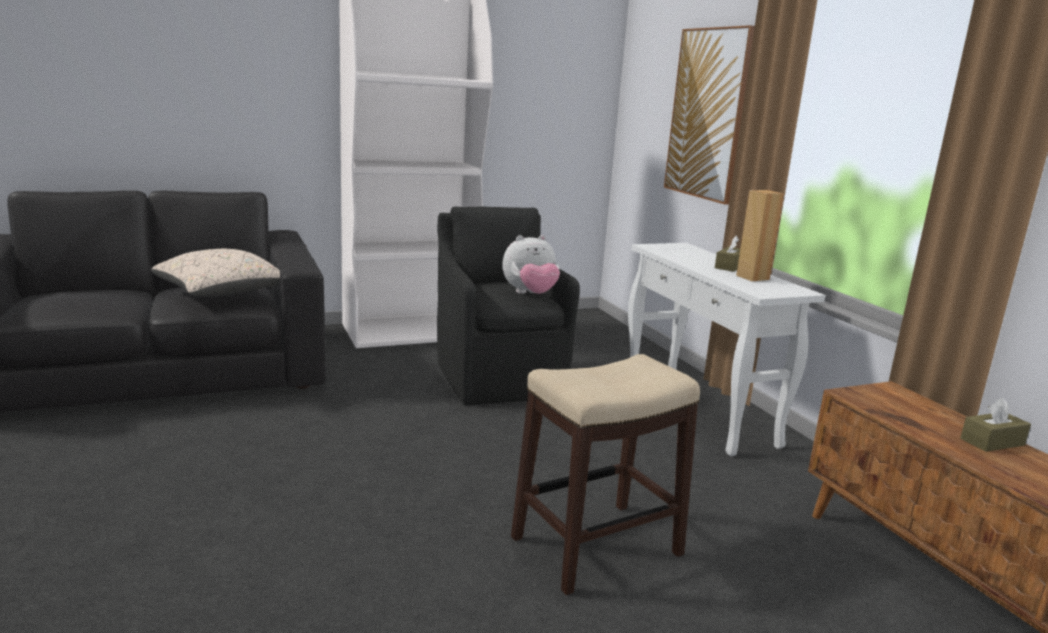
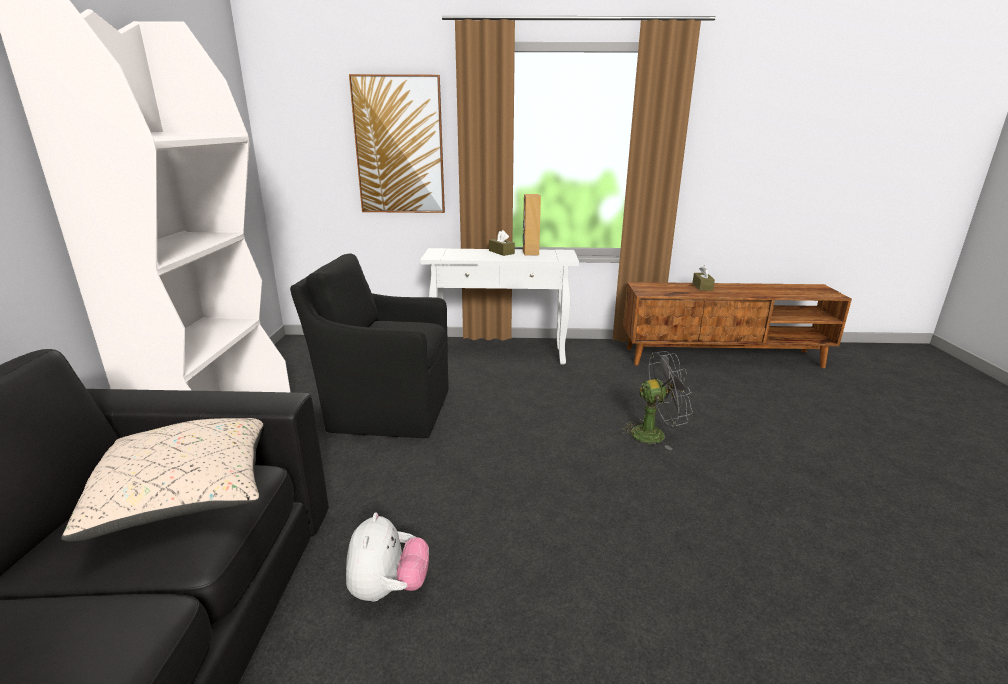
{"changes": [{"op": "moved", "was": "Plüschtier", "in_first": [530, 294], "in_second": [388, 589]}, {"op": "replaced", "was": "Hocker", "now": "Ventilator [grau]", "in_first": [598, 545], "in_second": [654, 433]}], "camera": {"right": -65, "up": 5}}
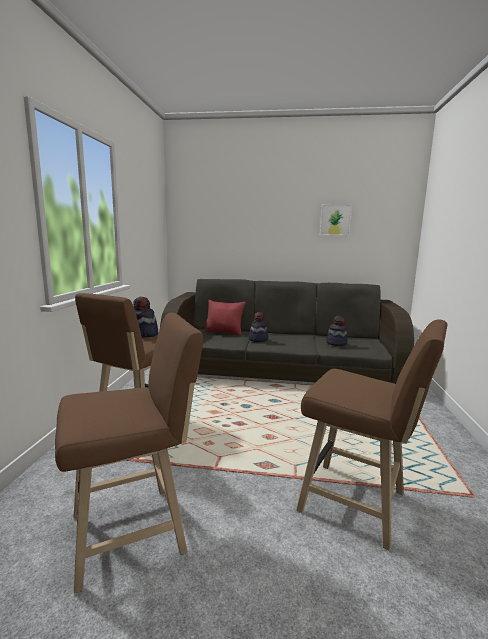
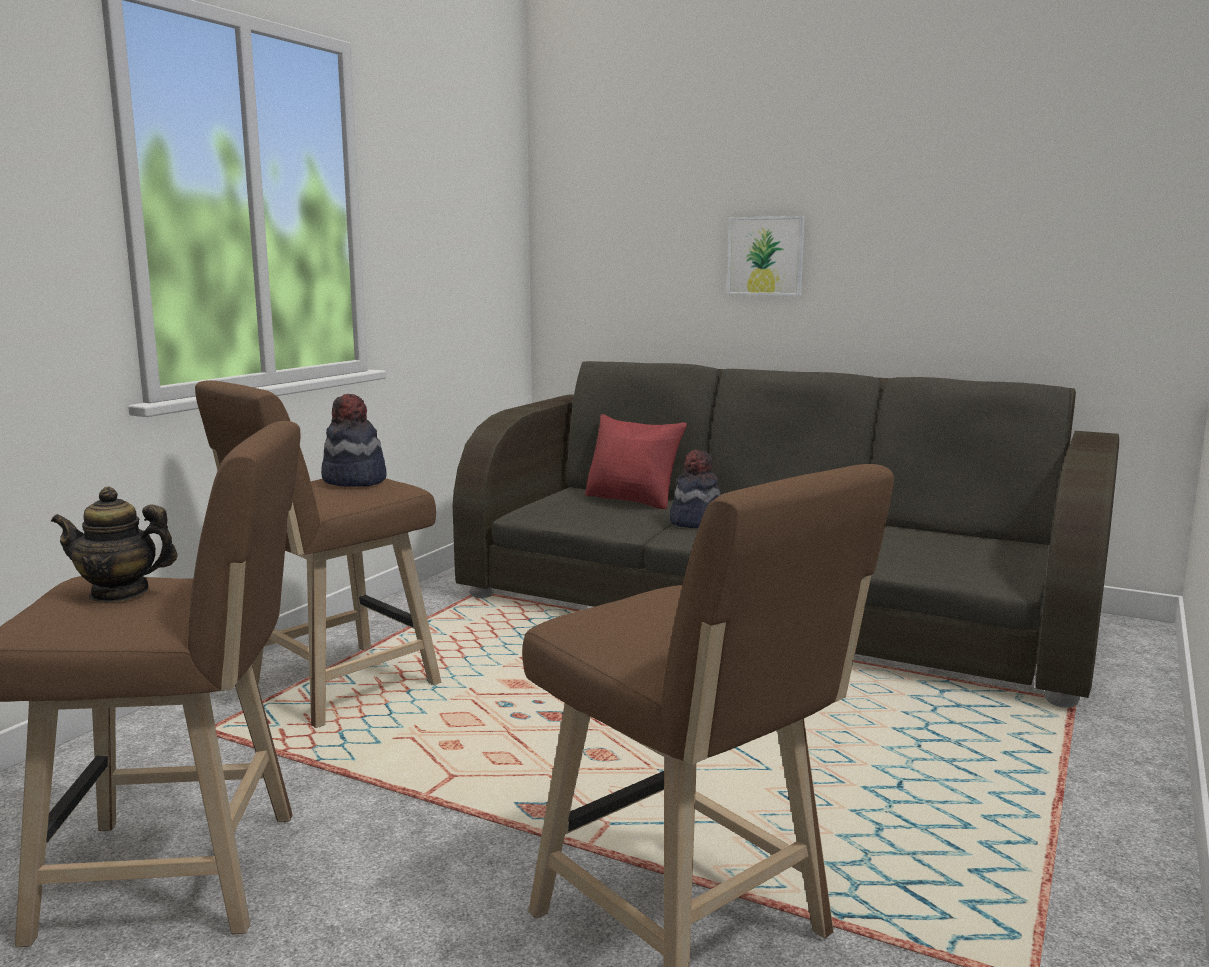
{"changes": [{"op": "added", "now": "Teekanne", "in_second": [119, 593]}, {"op": "moved", "was": "Bild", "in_first": [335, 220], "in_second": [765, 256]}, {"op": "removed", "was": "Hut", "in_first": [336, 343]}], "camera": {"right": 20, "up": 0}}
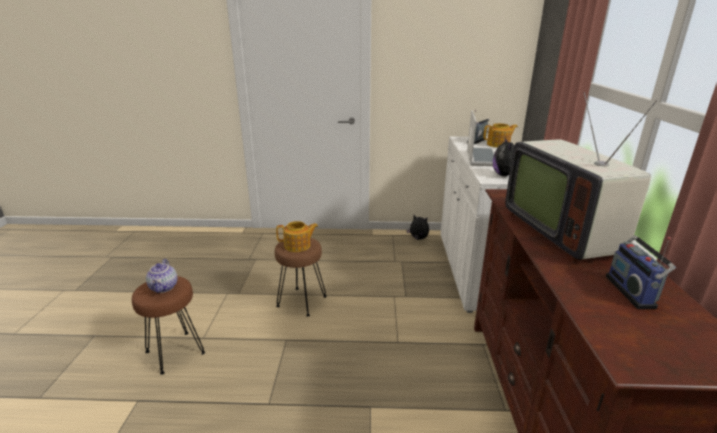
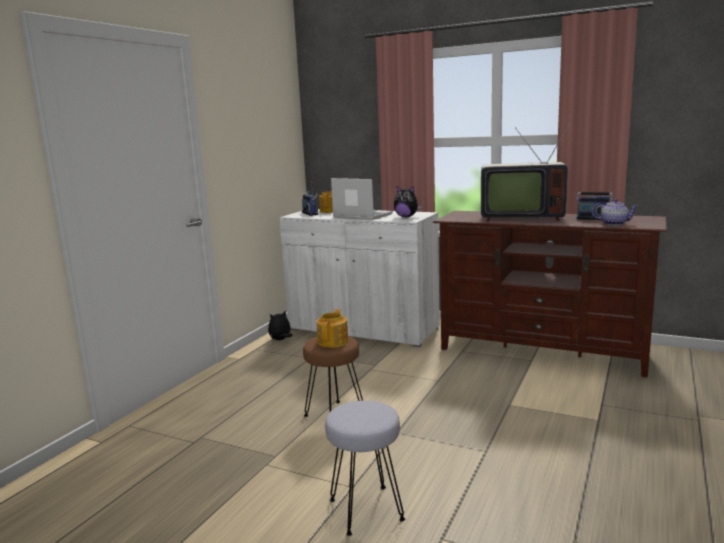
{"changes": [{"op": "recoloured", "was": "Hocker [braun]", "now": "Hocker [grau]", "in_first": [176, 352], "in_second": [366, 509]}, {"op": "moved", "was": "Teekanne", "in_first": [164, 287], "in_second": [614, 223]}], "camera": {"right": -65, "up": -10}}
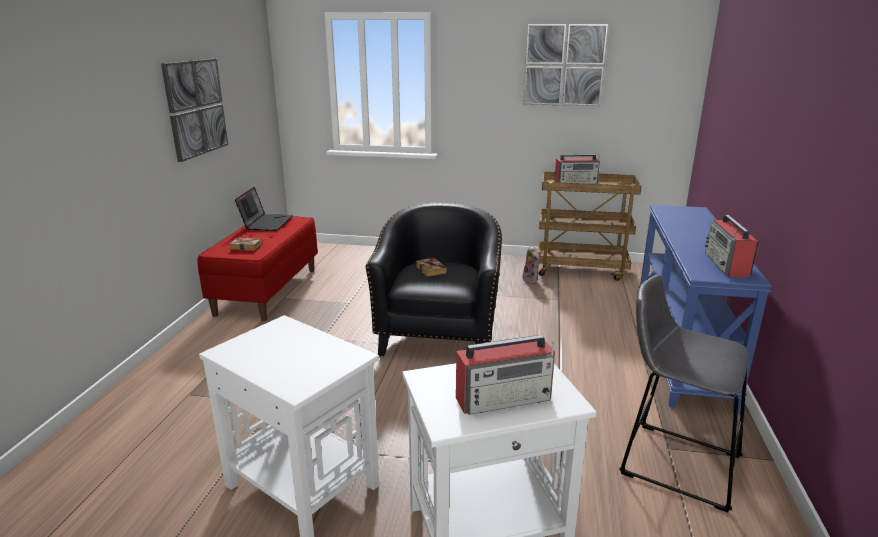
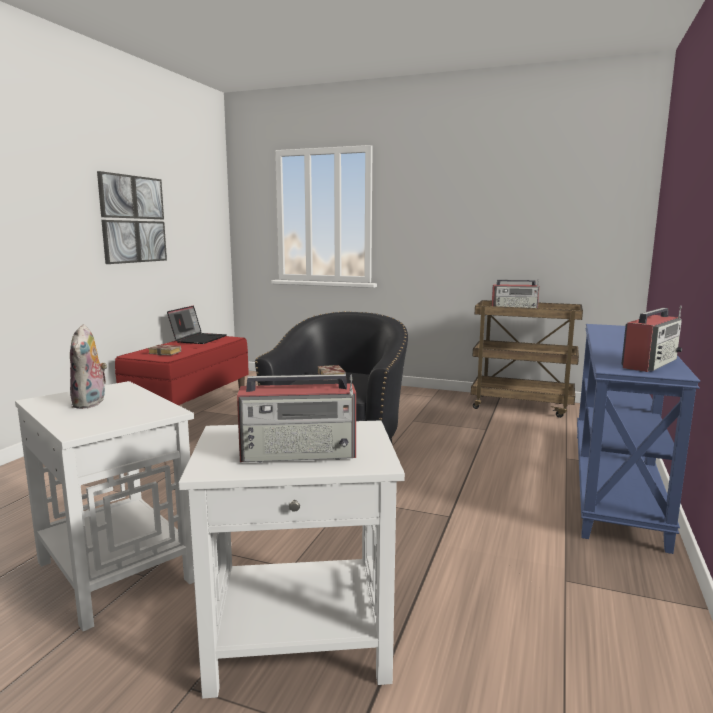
{"changes": [{"op": "moved", "was": "Plüschtier", "in_first": [531, 280], "in_second": [91, 403]}, {"op": "turned", "was": "Radio", "in_first": [727, 265], "in_second": [650, 363], "clockwise": -150}, {"op": "removed", "was": "Bild", "in_first": [564, 65]}, {"op": "removed", "was": "Hocker [grau]", "in_first": [673, 462]}], "camera": {"right": 10, "up": -10}}
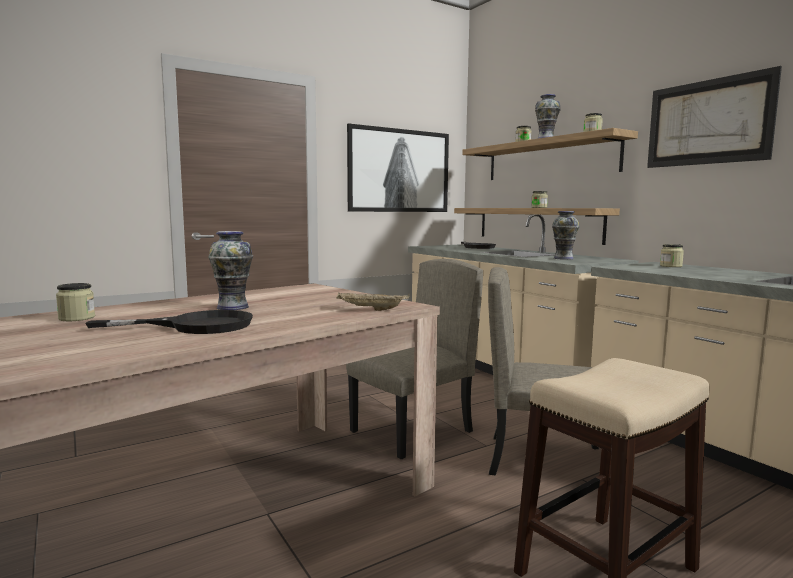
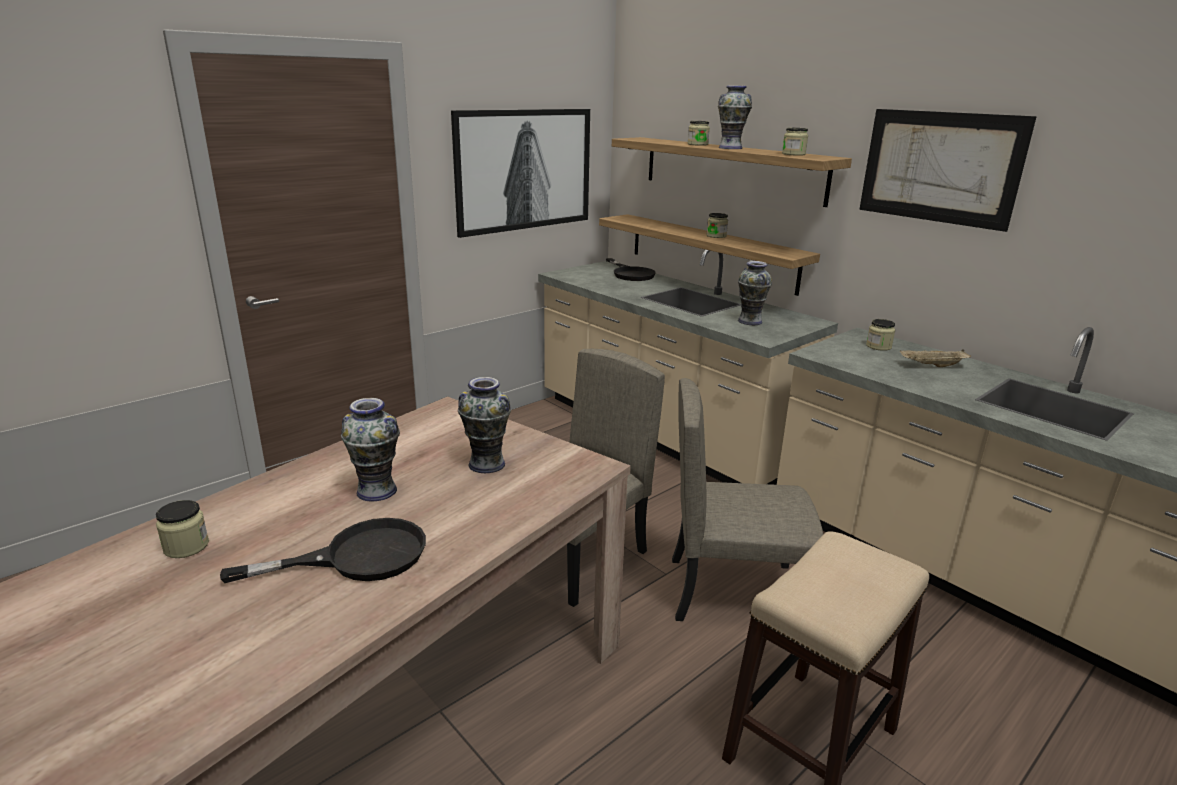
{"changes": [{"op": "added", "now": "Vase", "in_second": [486, 464]}, {"op": "moved", "was": "Tablett [beige]", "in_first": [371, 310], "in_second": [932, 366]}], "camera": {"right": -10, "up": 15}}
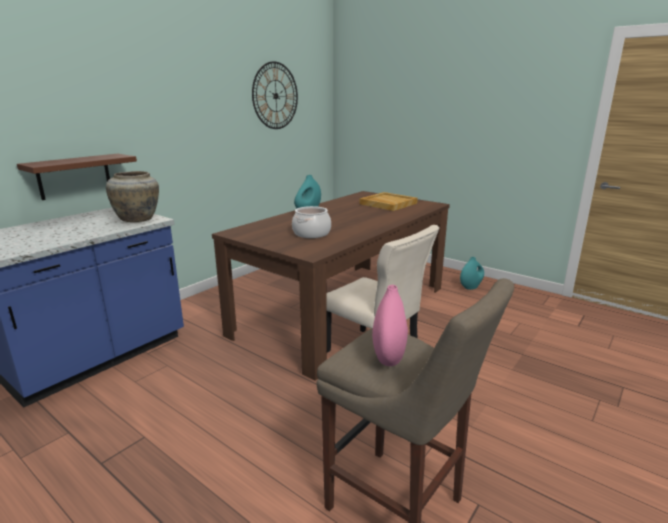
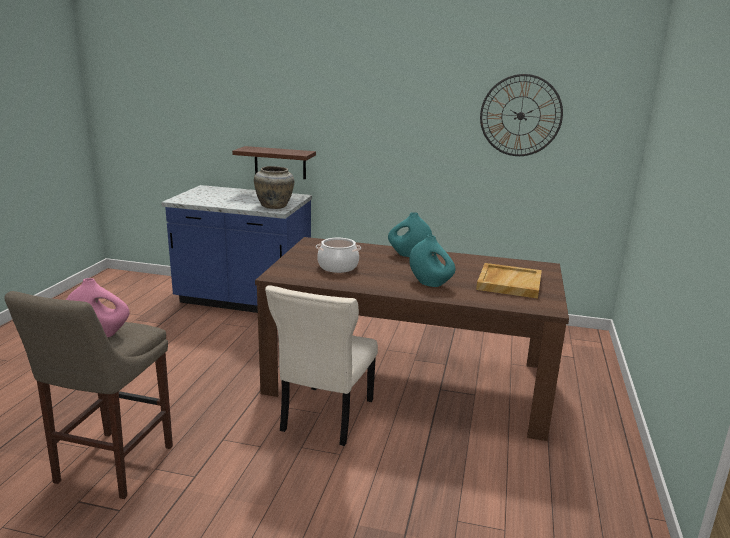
{"changes": [{"op": "moved", "was": "Vase [türkis]", "in_first": [470, 287], "in_second": [430, 283]}], "camera": {"right": 65, "up": 0}}
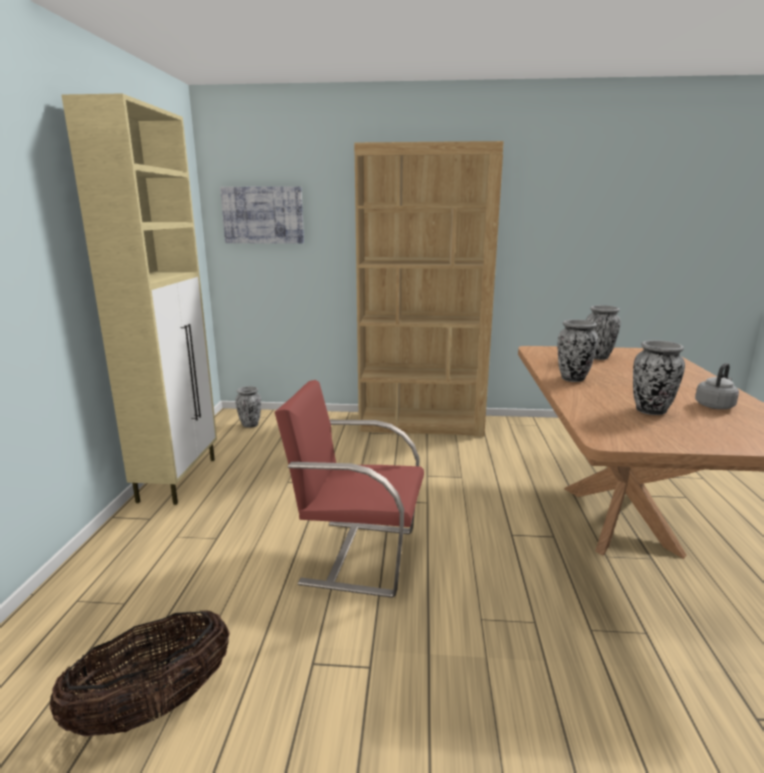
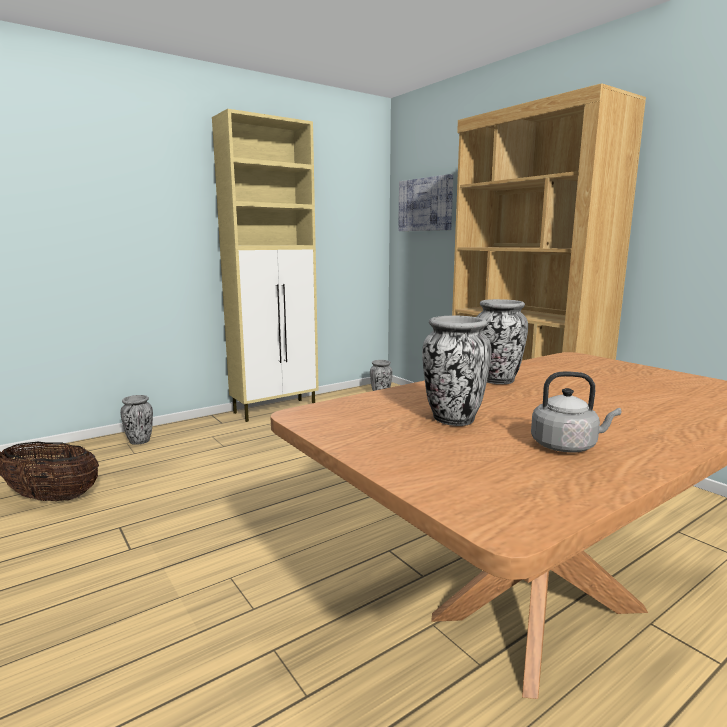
{"changes": [{"op": "moved", "was": "Vase", "in_first": [598, 357], "in_second": [139, 441]}, {"op": "removed", "was": "Stuhl [rot]", "in_first": [357, 555]}], "camera": {"right": 50, "up": -5}}
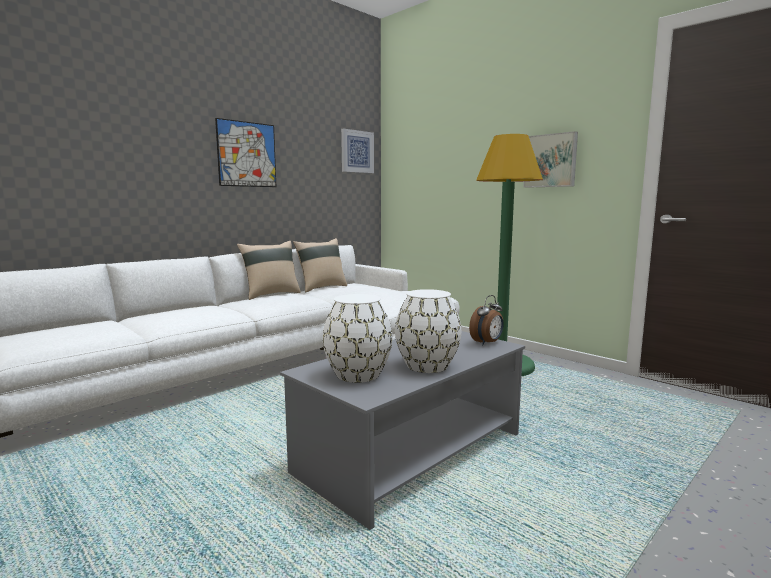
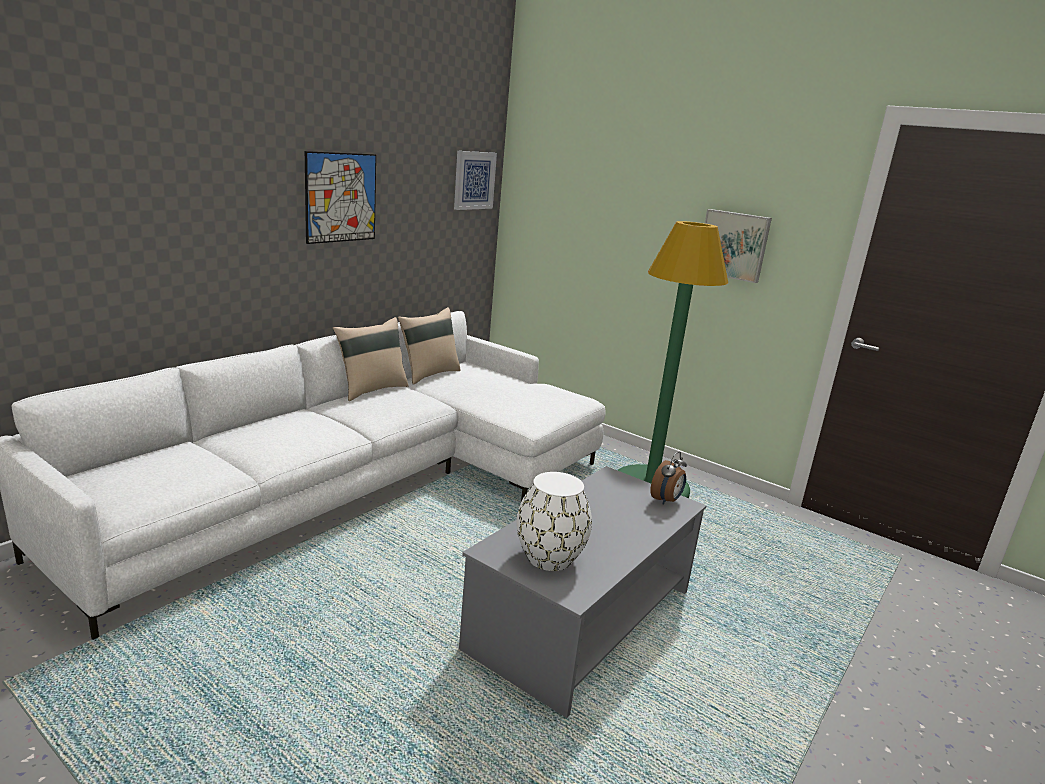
{"changes": [{"op": "removed", "was": "Vase [weiß]", "in_first": [427, 366]}], "camera": {"right": -10, "up": 10}}
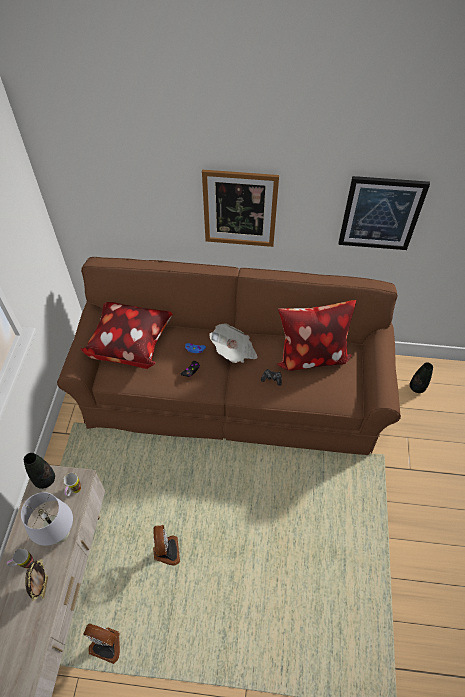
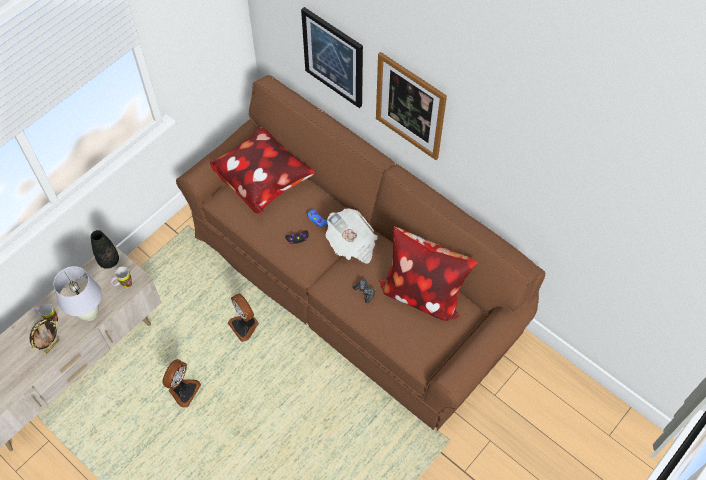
{"changes": [{"op": "moved", "was": "Ventilator", "in_first": [107, 644], "in_second": [245, 326]}, {"op": "moved", "was": "Bild", "in_first": [381, 213], "in_second": [333, 57]}, {"op": "removed", "was": "Vase [schwarz]", "in_first": [417, 387]}], "camera": {"right": 35, "up": 5}}
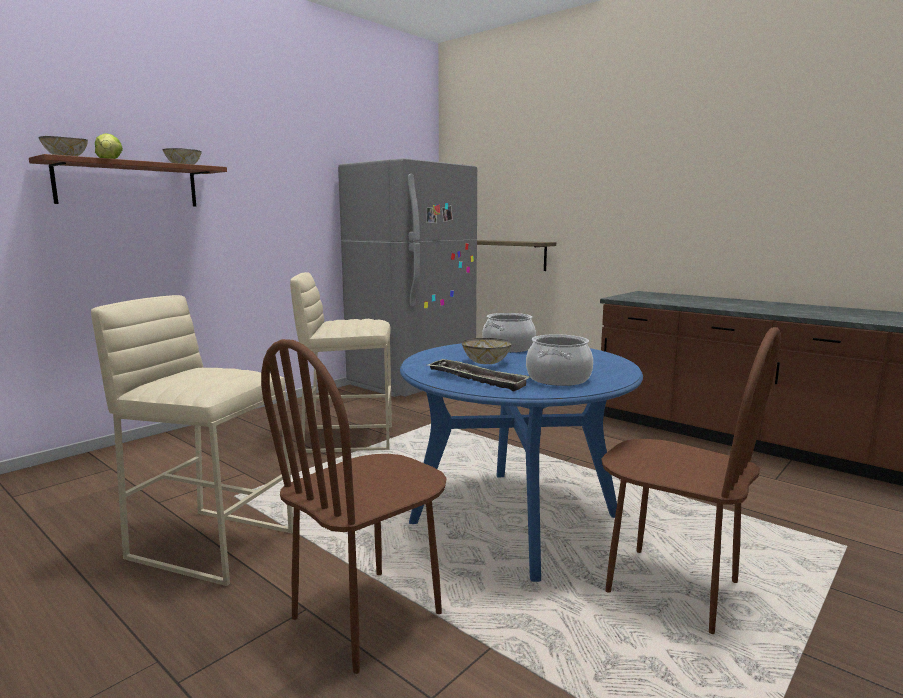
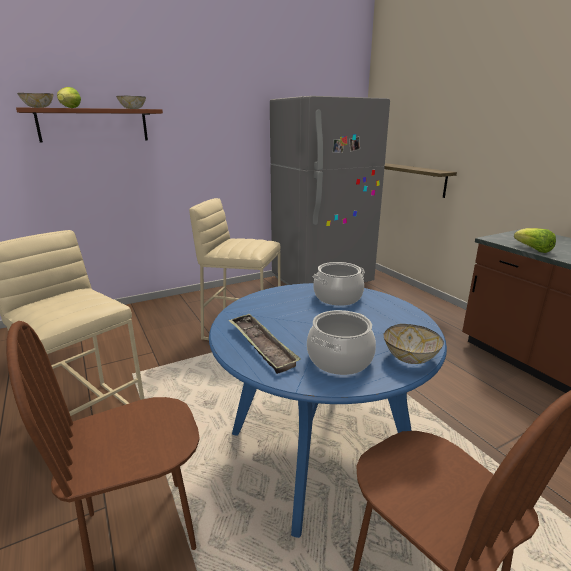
{"changes": [{"op": "moved", "was": "Schüssel", "in_first": [486, 362], "in_second": [410, 357]}, {"op": "added", "now": "Salatkopf", "in_second": [533, 249]}], "camera": {"right": 20, "up": 10}}
